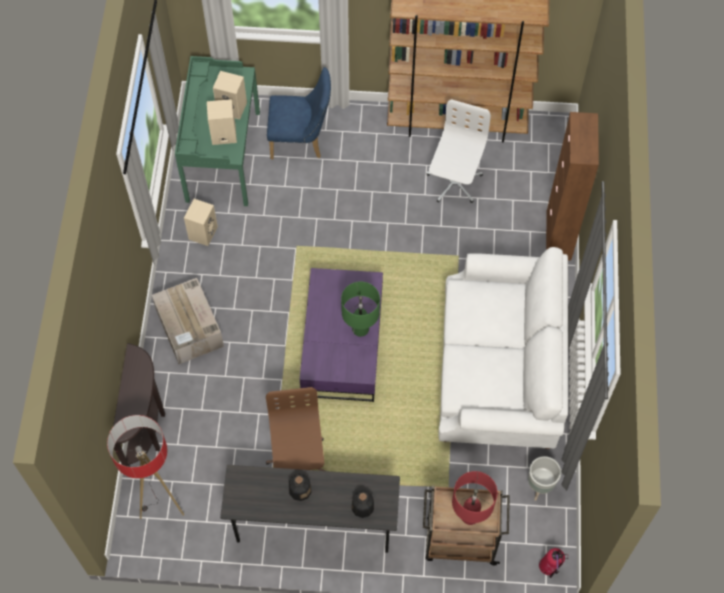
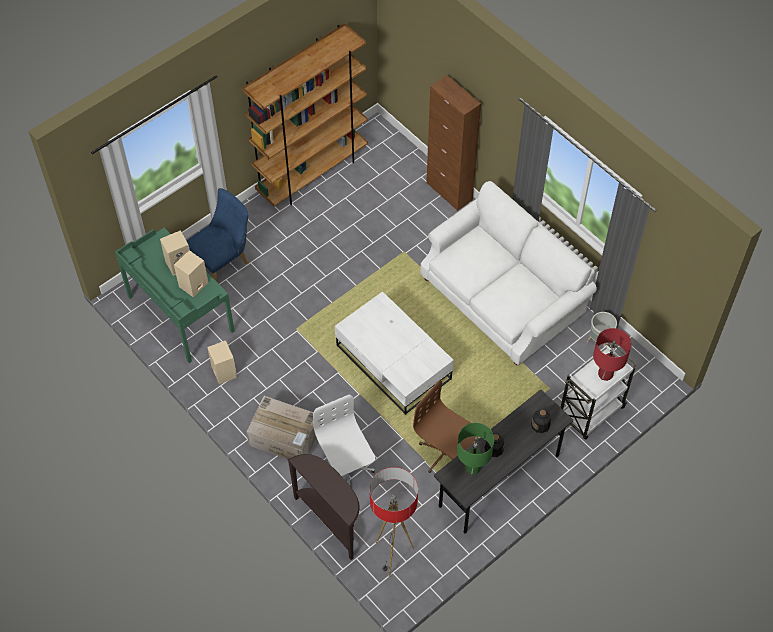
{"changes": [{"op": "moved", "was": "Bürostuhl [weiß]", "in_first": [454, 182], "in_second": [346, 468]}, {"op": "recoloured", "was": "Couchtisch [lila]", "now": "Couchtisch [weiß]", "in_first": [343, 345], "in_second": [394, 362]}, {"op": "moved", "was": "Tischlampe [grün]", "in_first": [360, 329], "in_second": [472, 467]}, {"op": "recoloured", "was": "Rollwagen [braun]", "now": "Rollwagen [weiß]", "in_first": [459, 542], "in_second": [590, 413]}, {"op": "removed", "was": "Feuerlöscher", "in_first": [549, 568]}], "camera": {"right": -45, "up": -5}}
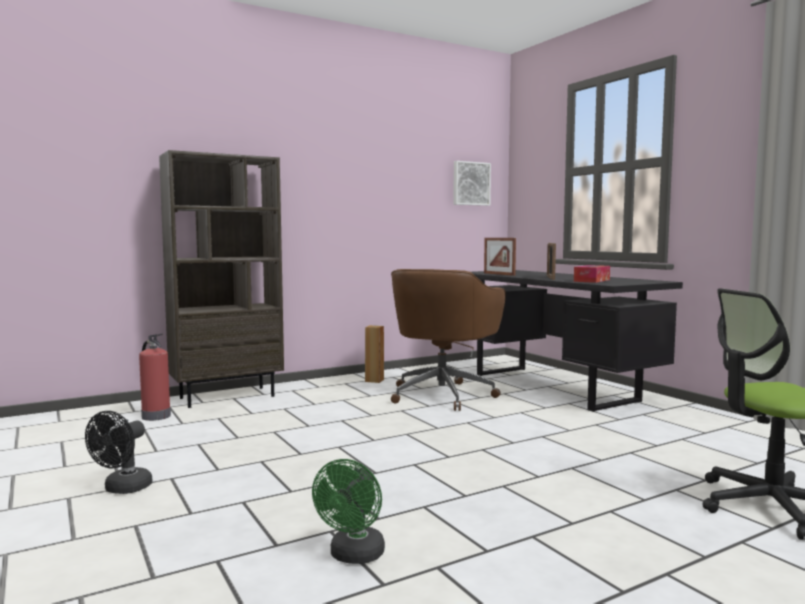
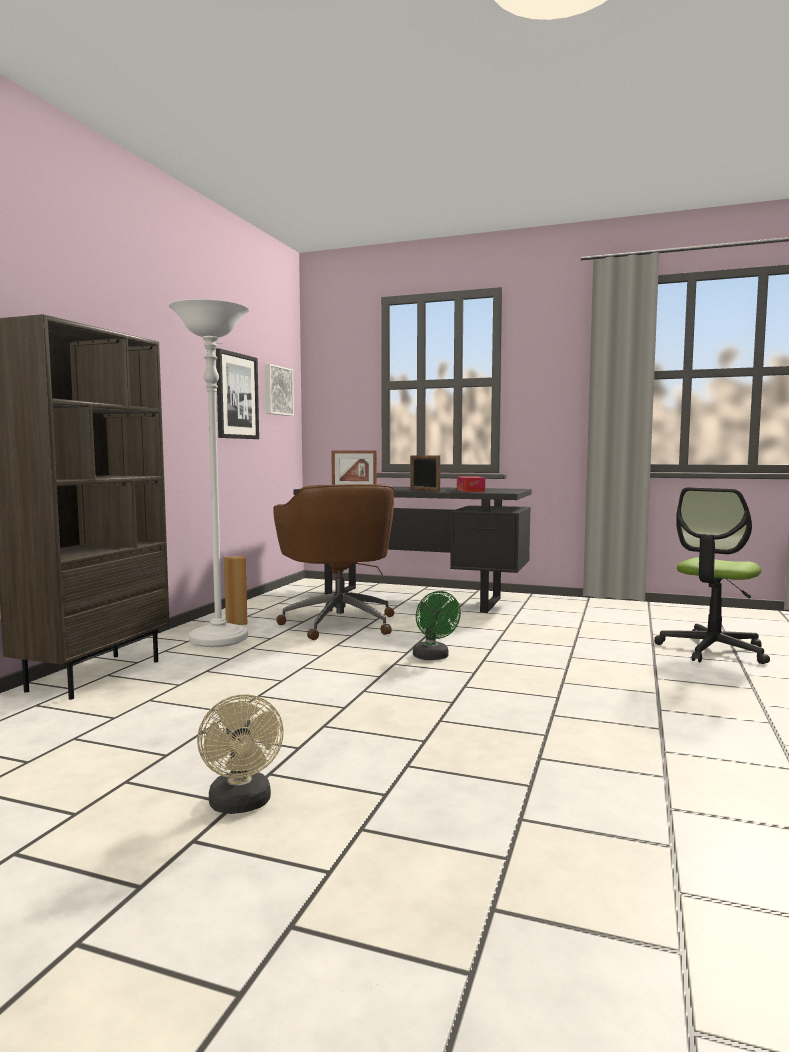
{"changes": [{"op": "added", "now": "Stehlampe [weiß]", "in_second": [219, 639]}, {"op": "recoloured", "was": "Ventilator [schwarz]", "now": "Ventilator [beige]", "in_first": [123, 489], "in_second": [241, 805]}, {"op": "added", "now": "Bild", "in_second": [236, 396]}, {"op": "moved", "was": "Ventilator [grün]", "in_first": [354, 556], "in_second": [433, 657]}, {"op": "removed", "was": "Feuerlöscher", "in_first": [155, 416]}], "camera": {"right": -40, "up": 0}}
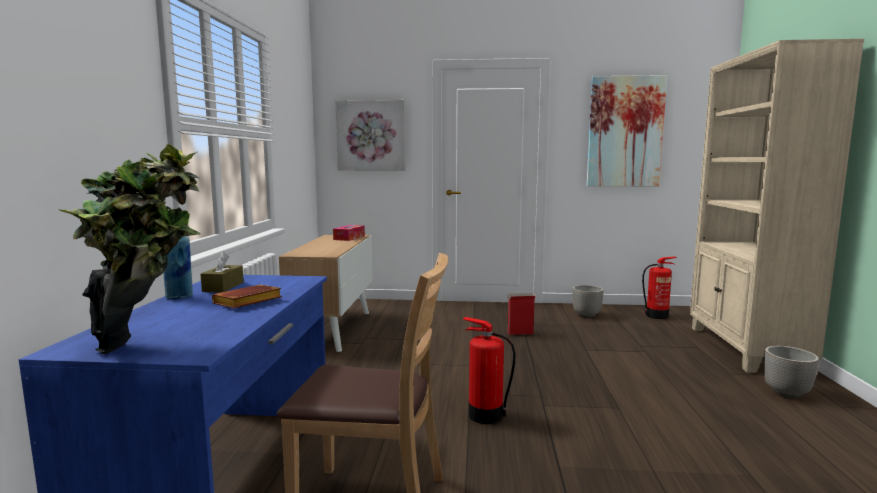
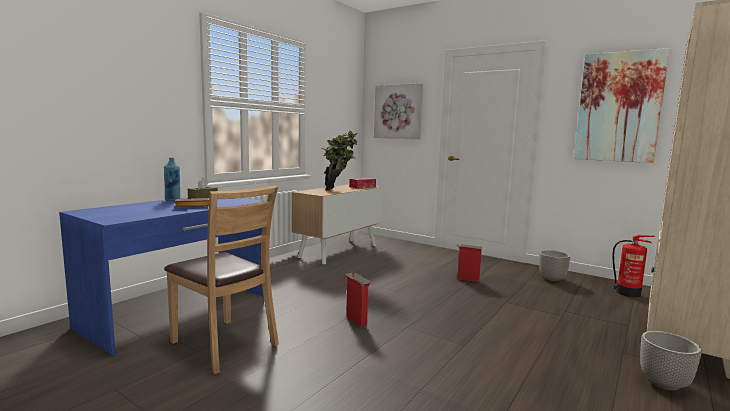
{"changes": [{"op": "moved", "was": "Topfpflanze", "in_first": [148, 340], "in_second": [338, 189]}, {"op": "replaced", "was": "Feuerlöscher", "now": "Karton", "in_first": [484, 415], "in_second": [357, 321]}], "camera": {"right": 30, "up": 0}}
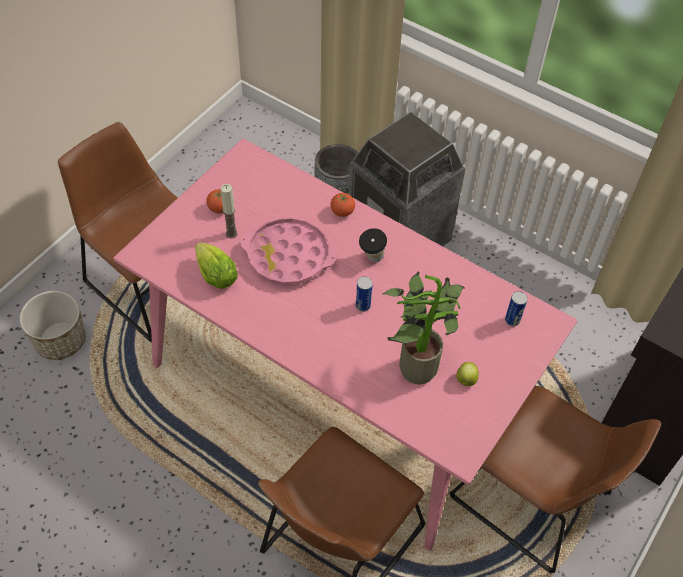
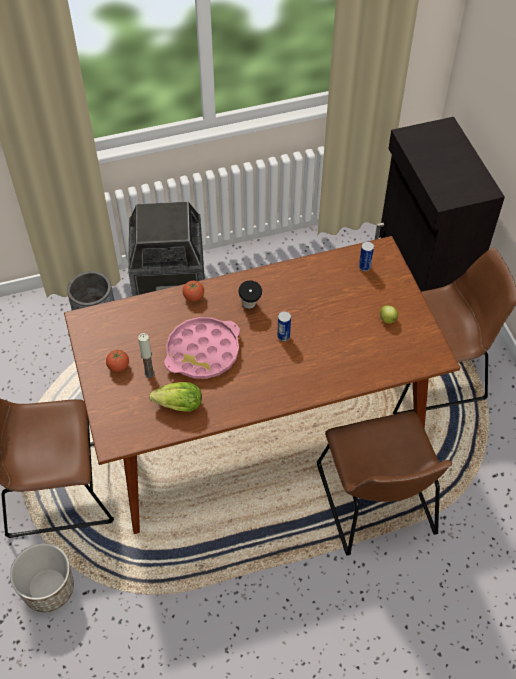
{"changes": [{"op": "recoloured", "was": "Esstisch [rosa]", "now": "Esstisch [braun]", "in_first": [335, 386], "in_second": [257, 426]}, {"op": "removed", "was": "Topfpflanze", "in_first": [417, 363]}], "camera": {"right": -50, "up": 0}}
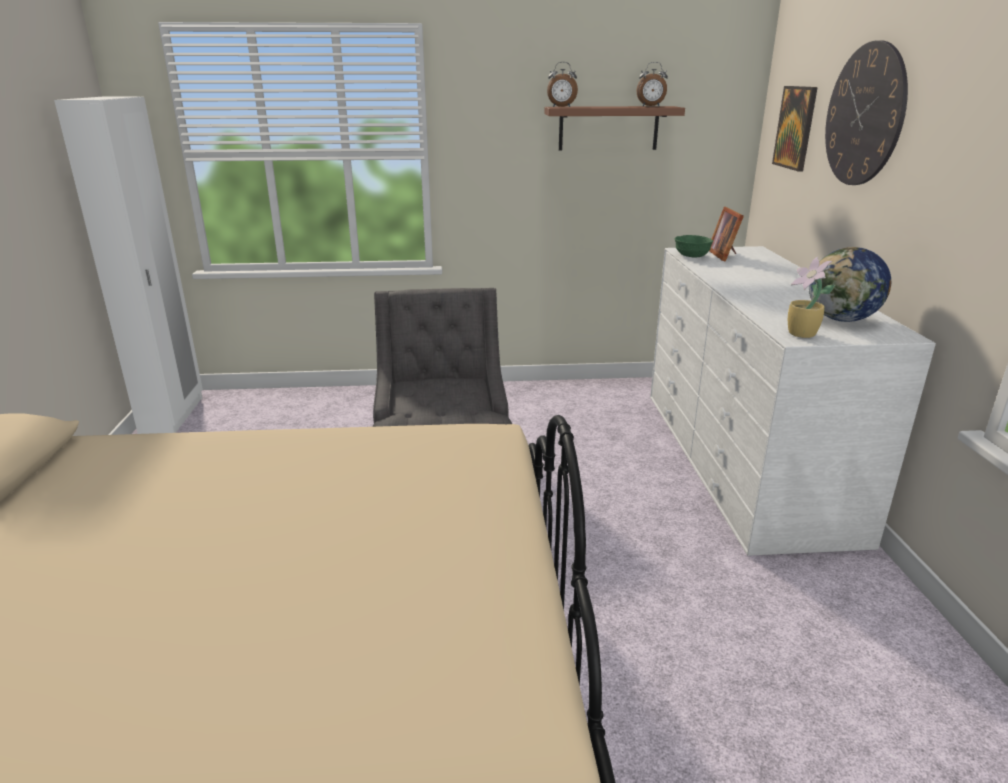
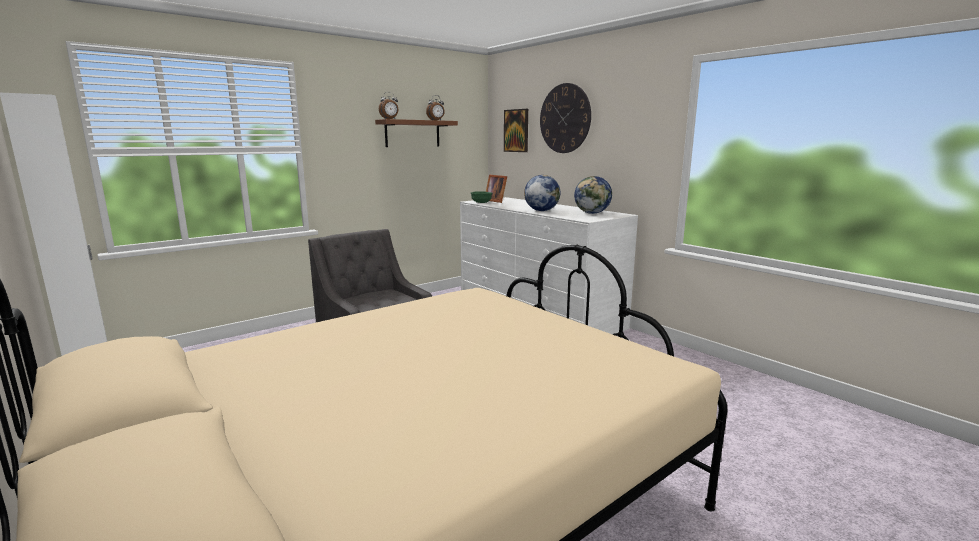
{"changes": [{"op": "added", "now": "Globus", "in_second": [541, 210]}, {"op": "removed", "was": "Topfpflanze", "in_first": [802, 334]}], "camera": {"right": -35, "up": -10}}
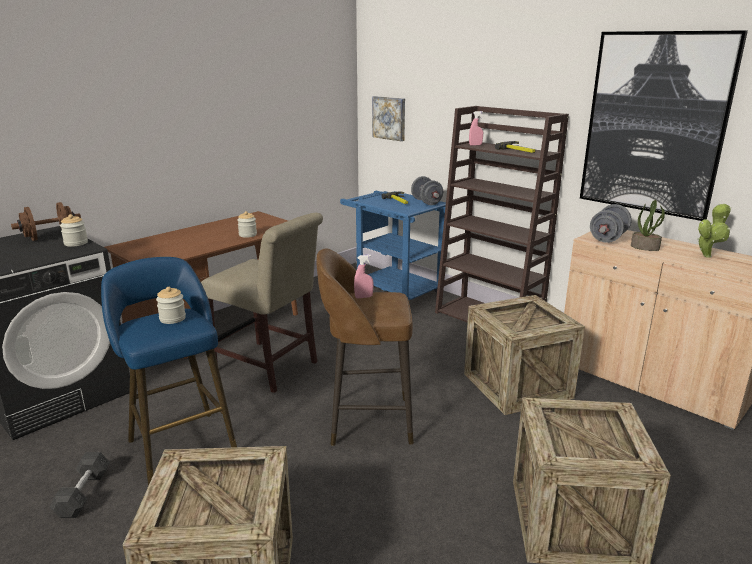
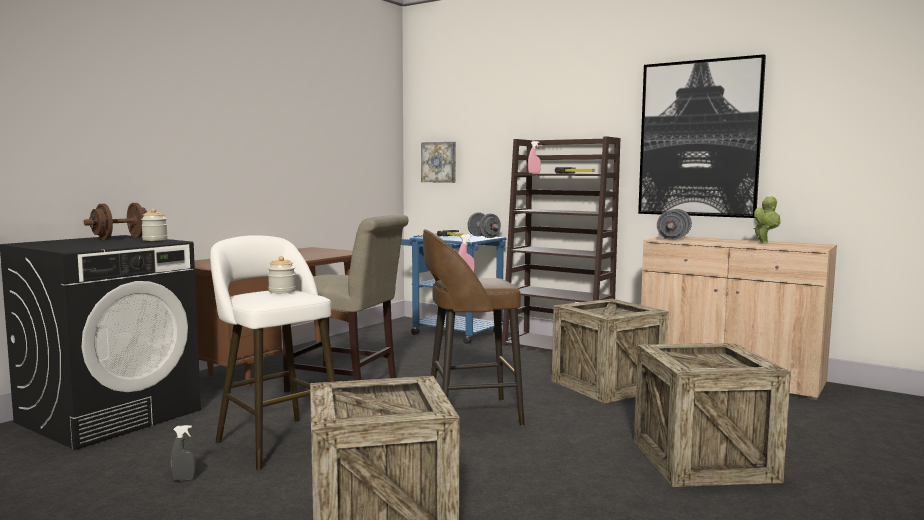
{"changes": [{"op": "replaced", "was": "Hantel [grau]", "now": "Sprühflasche [grau]", "in_first": [83, 494], "in_second": [184, 479]}, {"op": "recoloured", "was": "Hocker [blau]", "now": "Hocker [weiß]", "in_first": [180, 443], "in_second": [276, 440]}, {"op": "removed", "was": "Vorratsglas", "in_first": [247, 235]}, {"op": "removed", "was": "Topfpflanze", "in_first": [645, 247]}], "camera": {"right": -10, "up": -15}}
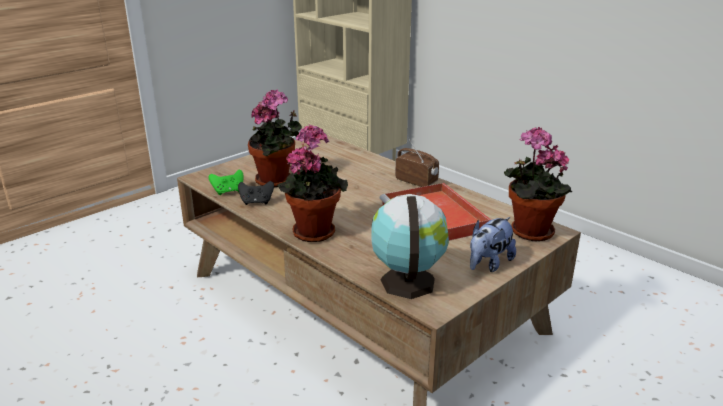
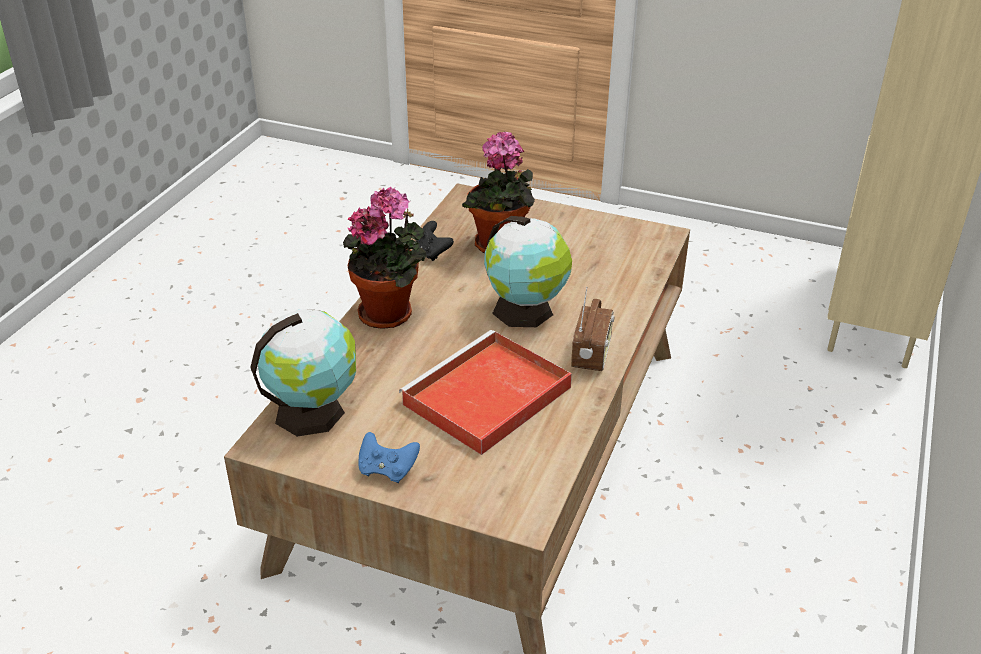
{"changes": [{"op": "replaced", "was": "Plüschtier", "now": "Gamepad [blau]", "in_first": [488, 264], "in_second": [387, 470]}, {"op": "added", "now": "Globus", "in_second": [526, 311]}, {"op": "removed", "was": "Gamepad [grün]", "in_first": [228, 191]}, {"op": "removed", "was": "Topfpflanze", "in_first": [528, 232]}], "camera": {"right": 65, "up": 10}}
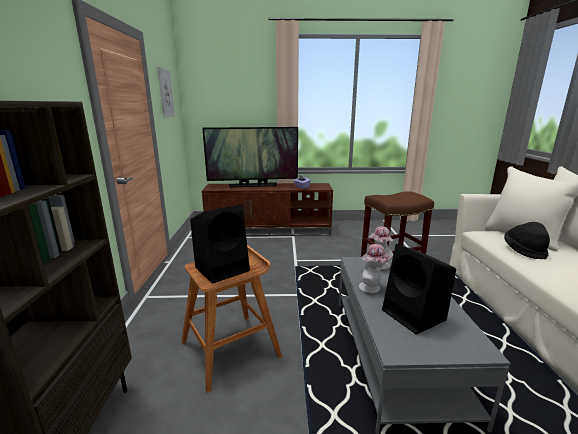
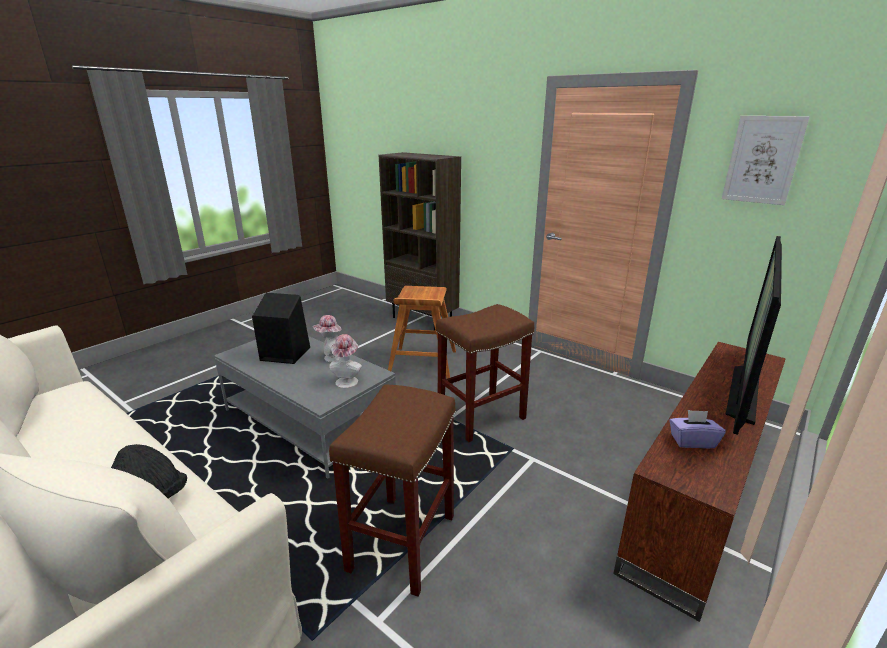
{"changes": [{"op": "added", "now": "Hocker [braun]", "in_second": [481, 417]}, {"op": "removed", "was": "Lautsprecher [schwarz]", "in_first": [223, 268]}], "camera": {"right": 130, "up": 5}}
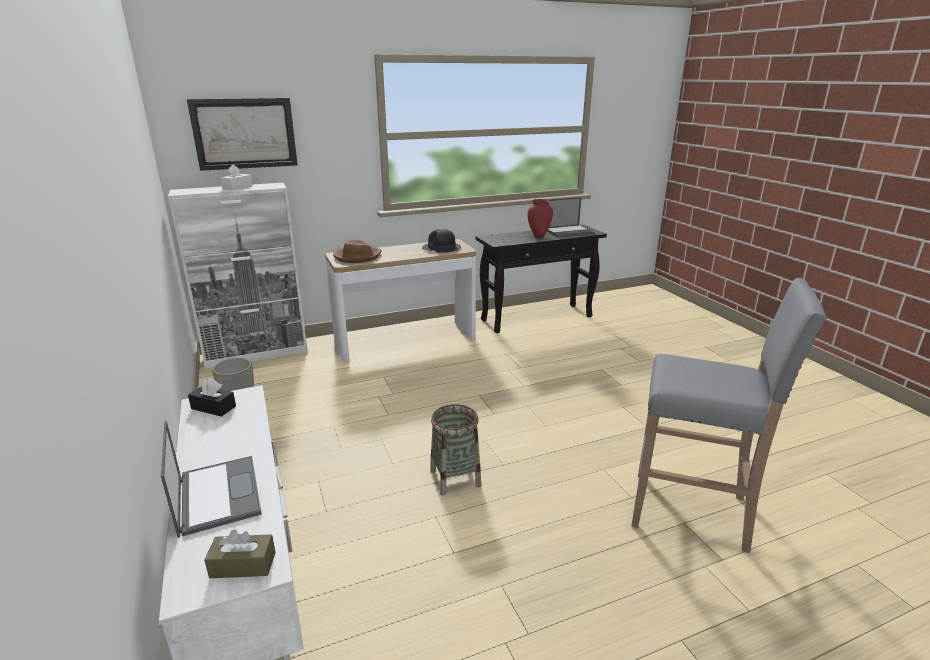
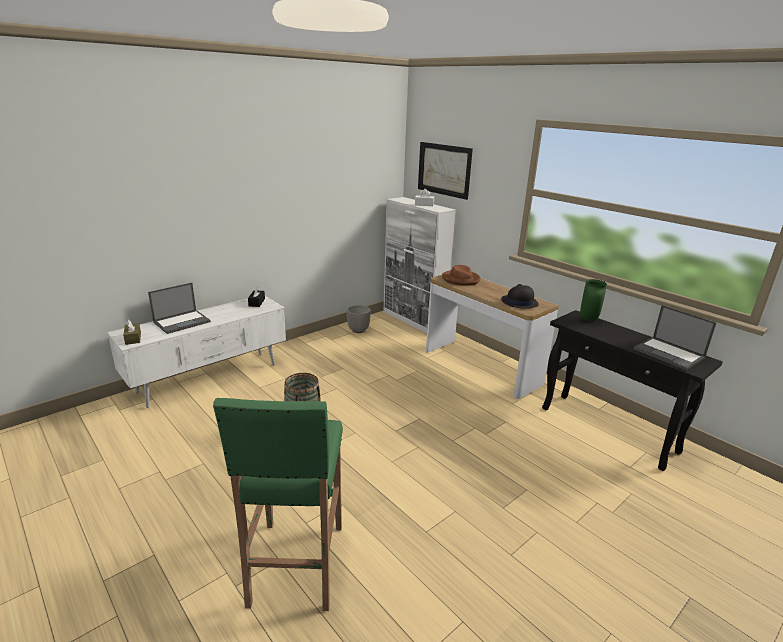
{"changes": [{"op": "recoloured", "was": "Hocker [grau]", "now": "Hocker [grün]", "in_first": [692, 511], "in_second": [296, 566]}, {"op": "added", "now": "Vase [grün]", "in_second": [589, 319]}, {"op": "removed", "was": "Vase [rot]", "in_first": [538, 236]}], "camera": {"right": 70, "up": 0}}
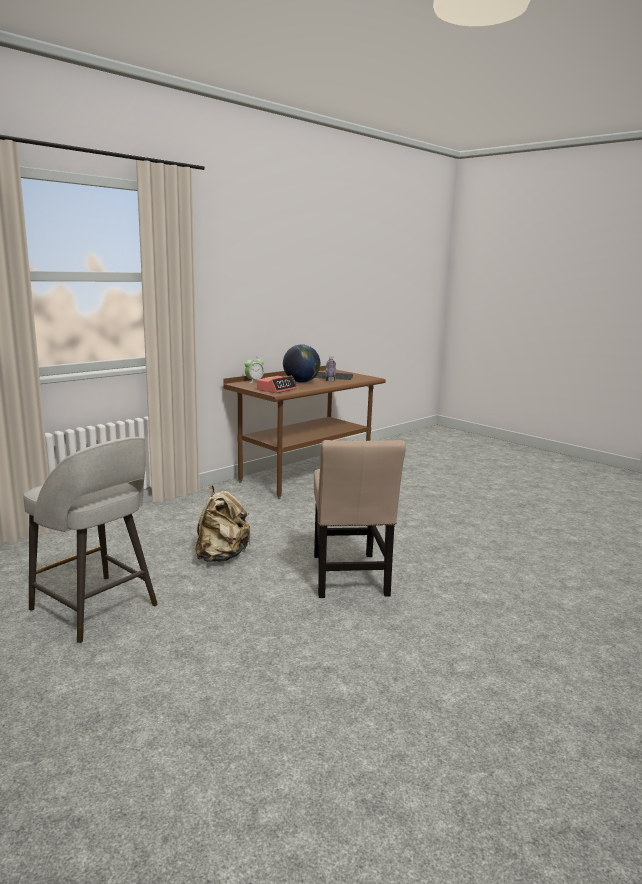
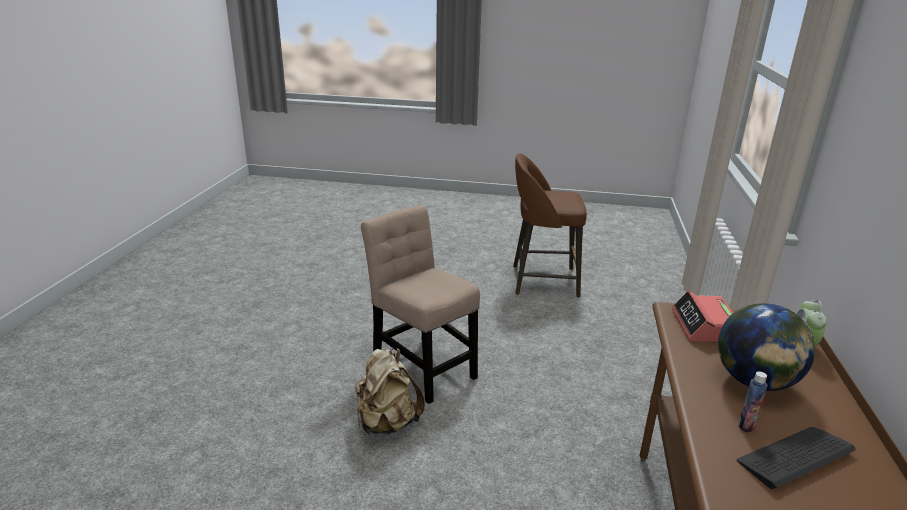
{"changes": [{"op": "moved", "was": "Rucksack [beige]", "in_first": [221, 556], "in_second": [387, 423]}, {"op": "recoloured", "was": "Hocker [grau]", "now": "Hocker [braun]", "in_first": [96, 609], "in_second": [542, 281]}], "camera": {"right": 145, "up": 10}}
